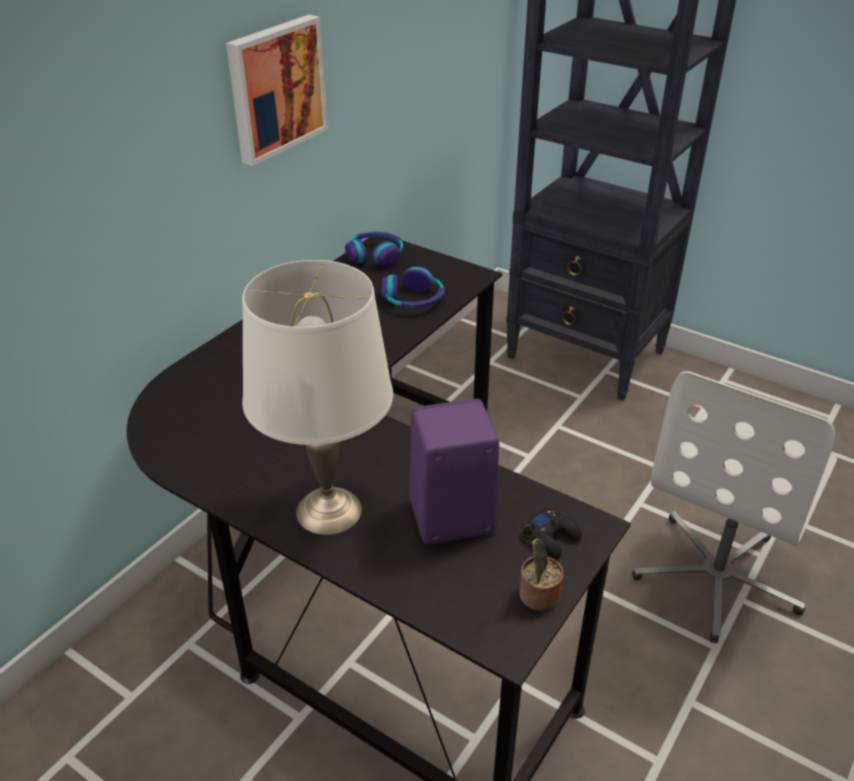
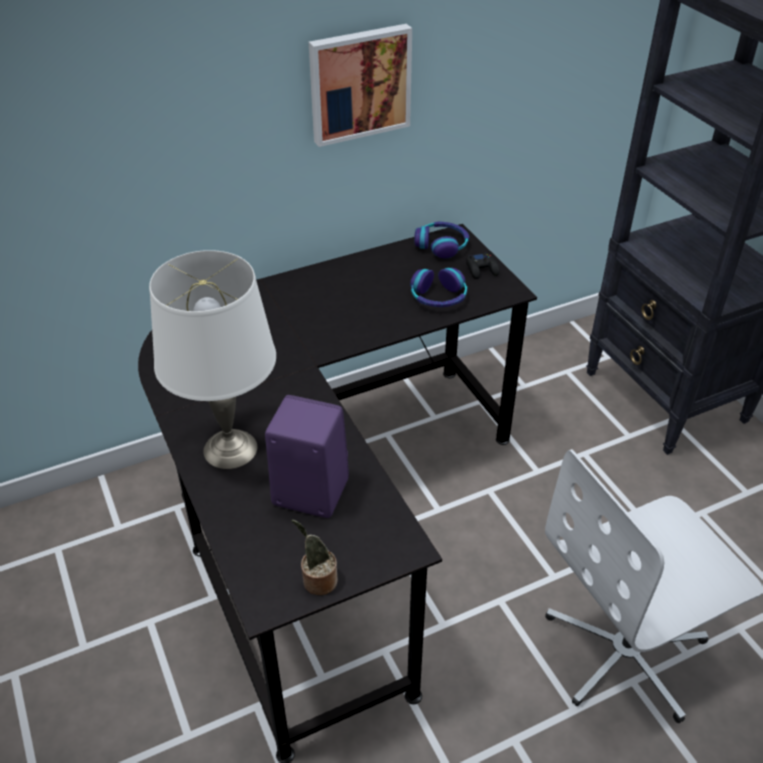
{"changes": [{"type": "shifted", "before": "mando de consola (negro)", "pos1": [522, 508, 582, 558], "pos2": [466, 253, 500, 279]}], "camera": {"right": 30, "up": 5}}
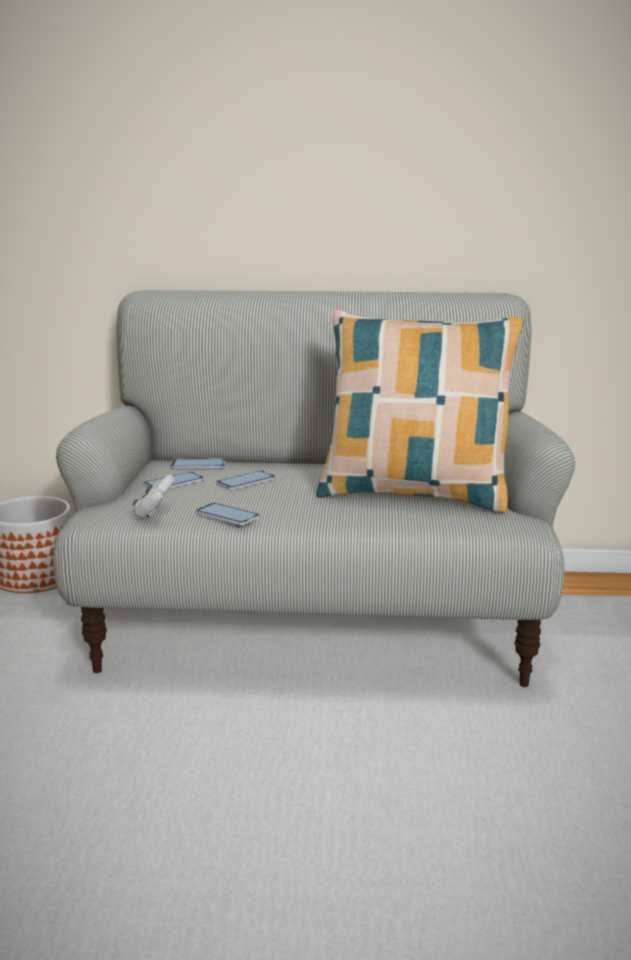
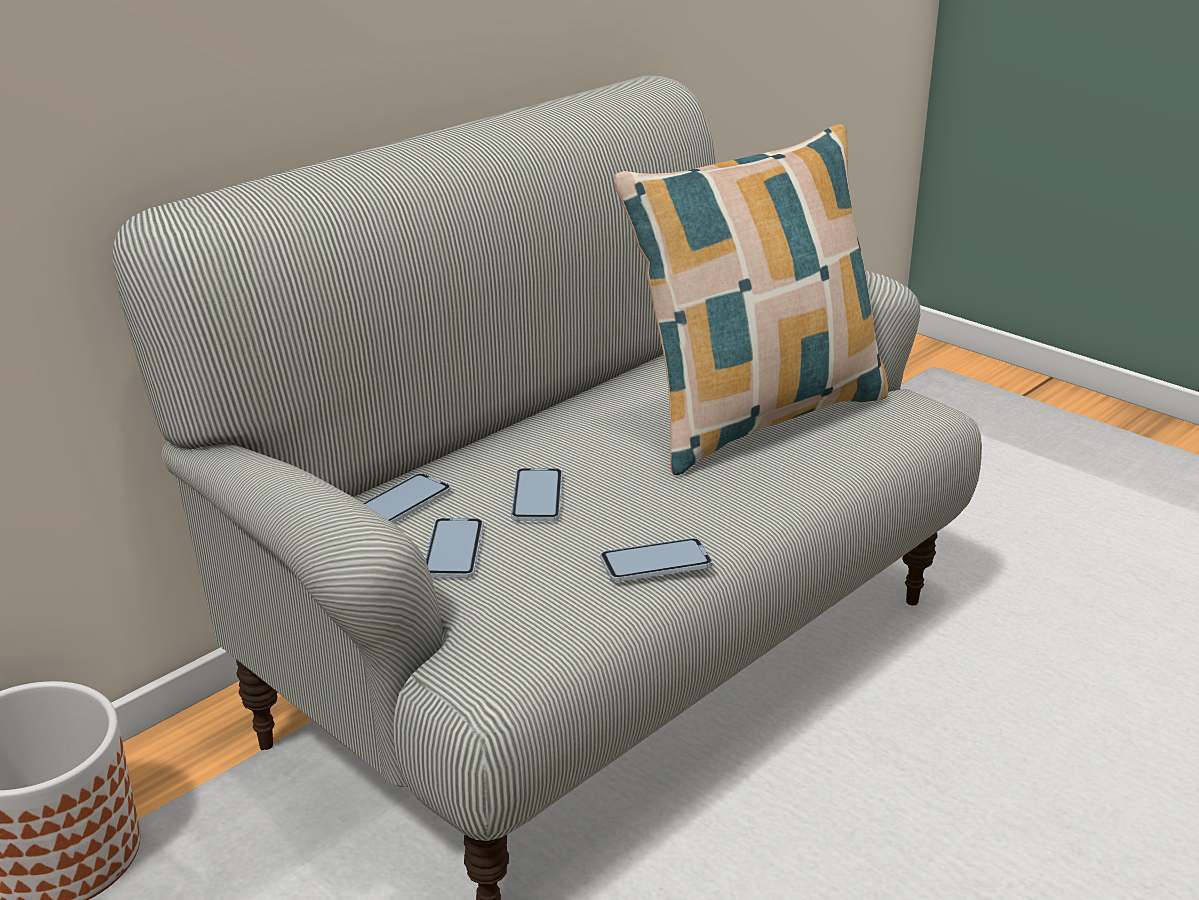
{"changes": [{"type": "gone", "before": "mando de consola (blanco)", "pos1": [133, 475, 175, 518]}], "camera": {"right": -50, "up": 10}}
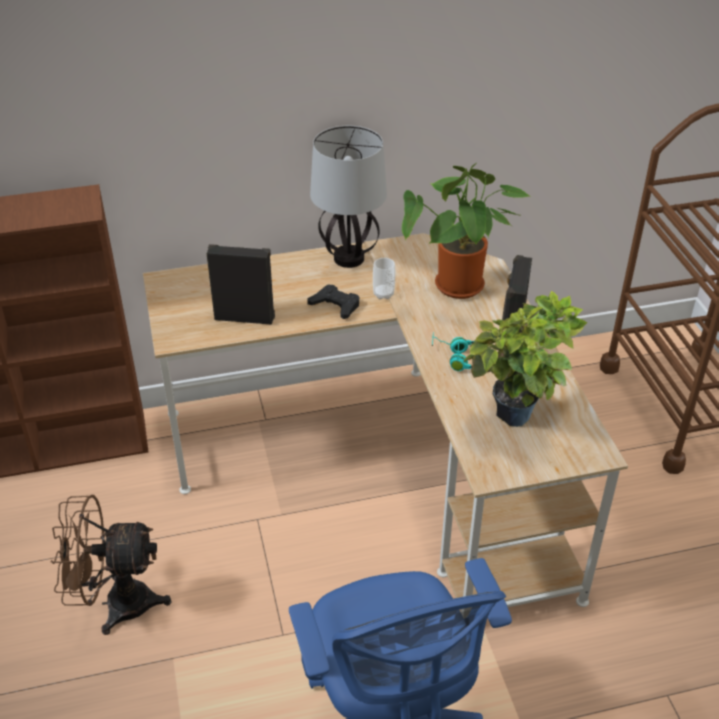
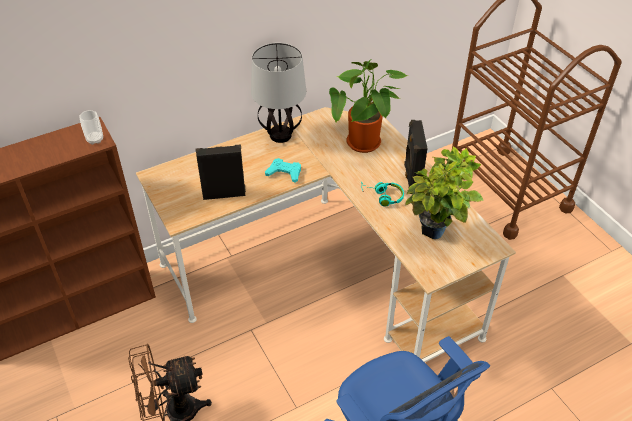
{"changes": [{"type": "shifted", "before": "taza", "pos1": [373, 258, 396, 299], "pos2": [79, 110, 103, 145]}, {"type": "repainted", "before": "mando de consola (negro)", "after": "mando de consola (turquesa)", "pos1": [307, 285, 359, 319], "pos2": [265, 158, 301, 183]}], "camera": {"right": -15, "up": 5}}
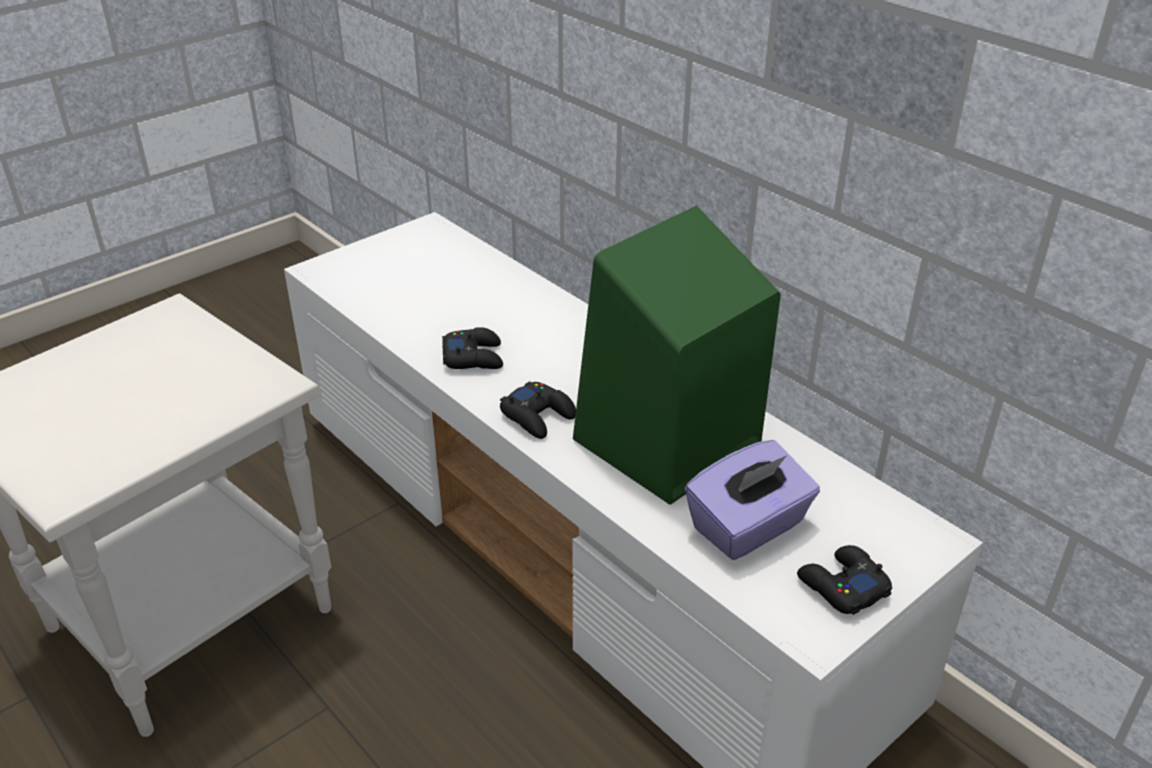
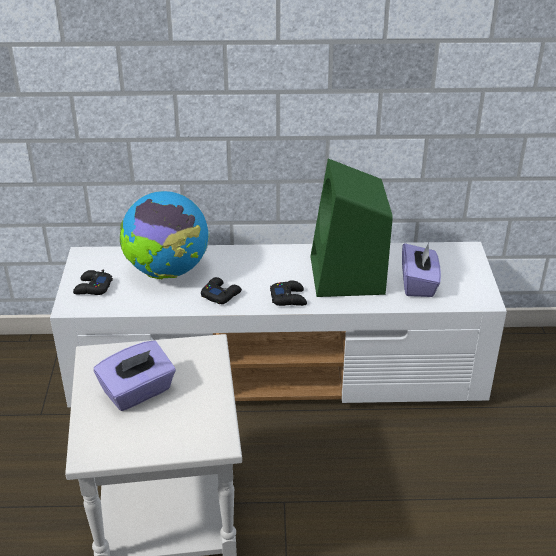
{"changes": [{"type": "shifted", "before": "mando de consola (negro)", "pos1": [797, 545, 892, 615], "pos2": [73, 270, 113, 295]}, {"type": "new", "after": "globo terráqueo", "pos2": [120, 191, 210, 280]}, {"type": "new", "after": "caja de pañuelos (morado)", "pos2": [94, 341, 176, 411]}], "camera": {"right": -50, "up": 0}}
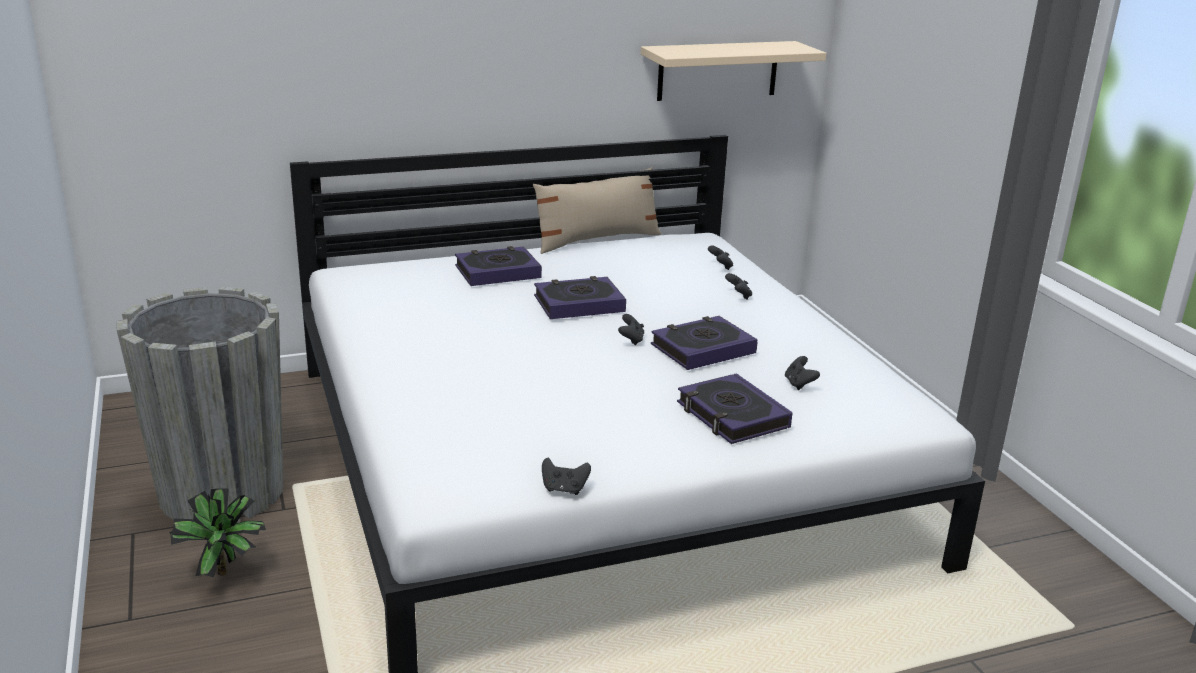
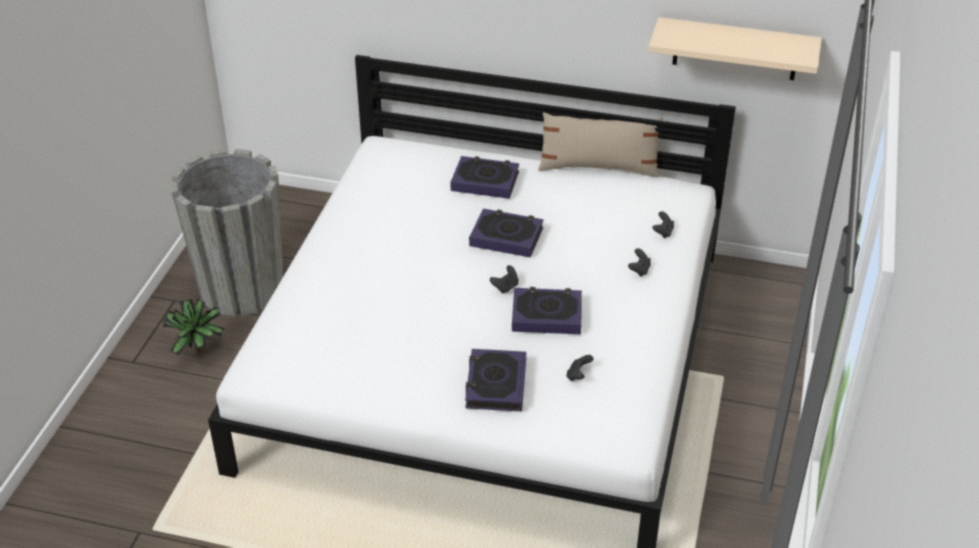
{"changes": [{"type": "gone", "before": "mando de consola (negro)", "pos1": [542, 458, 591, 495]}], "camera": {"right": 35, "up": 15}}
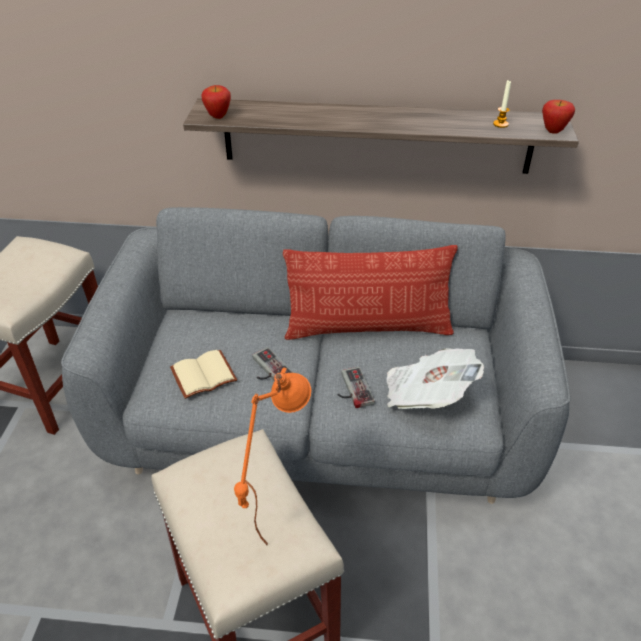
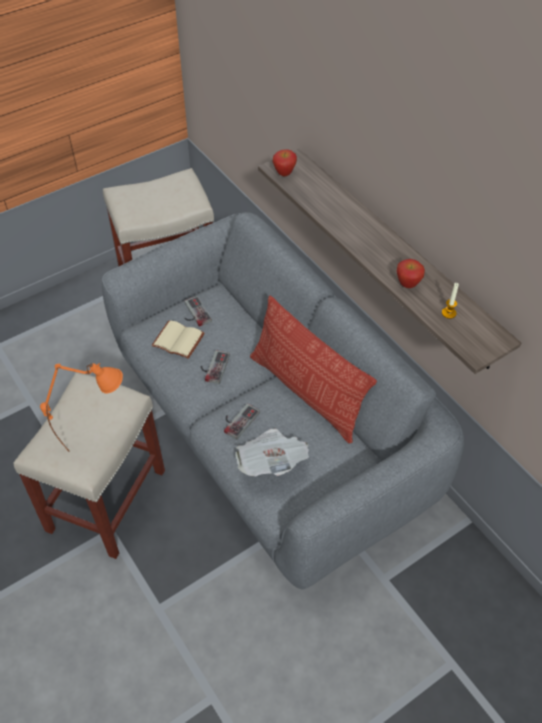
{"changes": [{"type": "shifted", "before": "manzana", "pos1": [542, 100, 575, 134], "pos2": [396, 259, 425, 288]}, {"type": "new", "after": "mando de consola", "pos2": [185, 296, 212, 327]}], "camera": {"right": 50, "up": 10}}
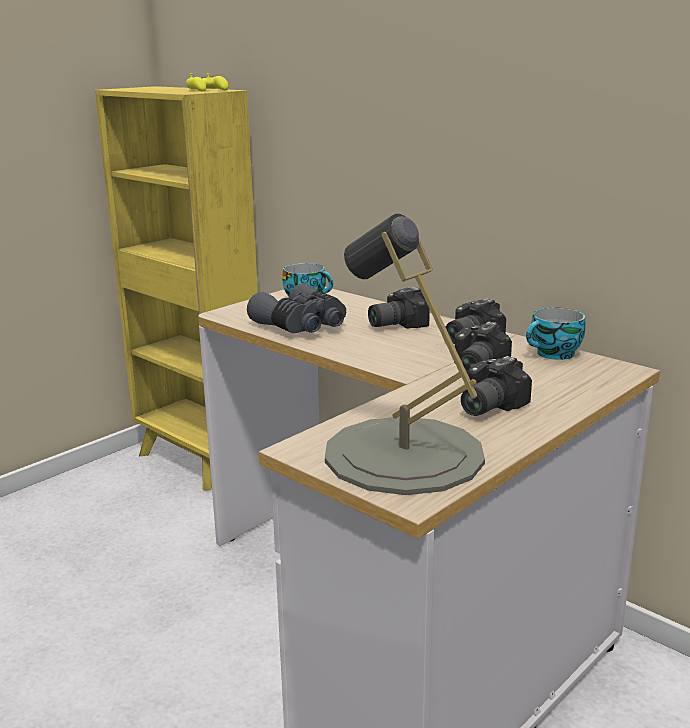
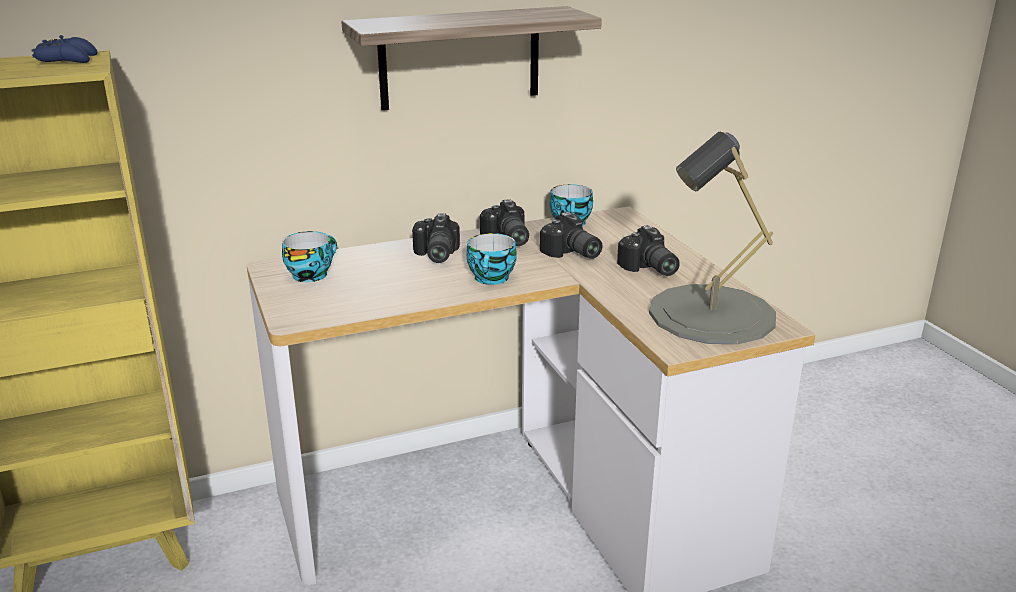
{"changes": [{"type": "repainted", "before": "mando de consola (amarillo)", "after": "mando de consola (azul)", "pos1": [186, 73, 229, 92], "pos2": [31, 35, 98, 63]}, {"type": "gone", "before": "prismáticos (gris)", "pos1": [247, 283, 346, 333]}, {"type": "new", "after": "estante", "pos2": [341, 6, 602, 110]}, {"type": "new", "after": "taza", "pos2": [467, 233, 517, 285]}], "camera": {"right": -65, "up": 5}}
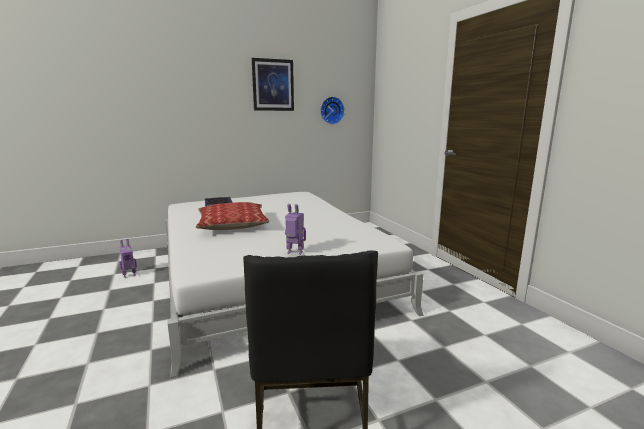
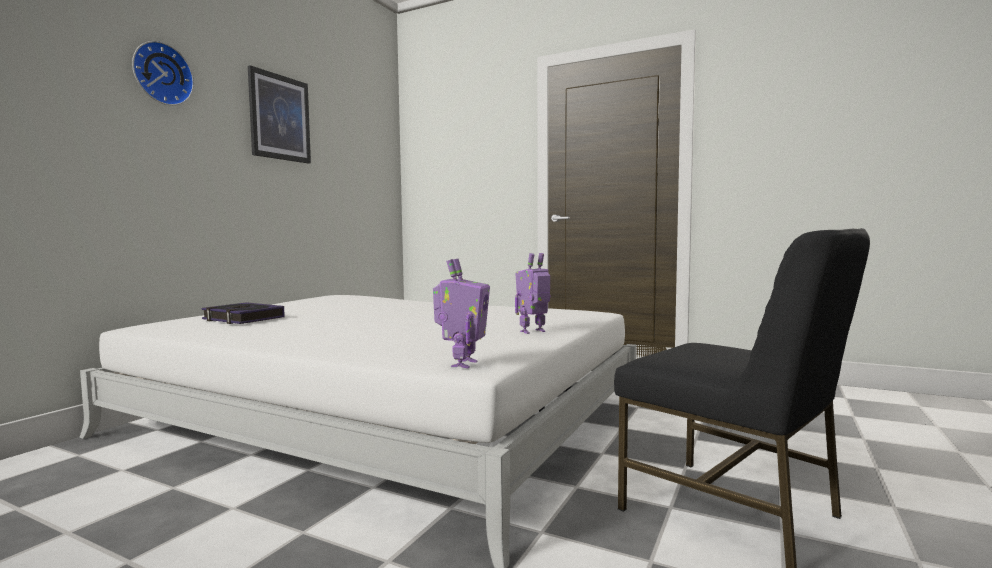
{"changes": [{"type": "shifted", "before": "reloj de pared", "pos1": [320, 97, 345, 125], "pos2": [132, 41, 194, 106]}, {"type": "gone", "before": "cojín", "pos1": [196, 202, 269, 230]}, {"type": "shifted", "before": "robot de juguete", "pos1": [120, 239, 137, 278], "pos2": [433, 259, 490, 368]}], "camera": {"right": -40, "up": -10}}
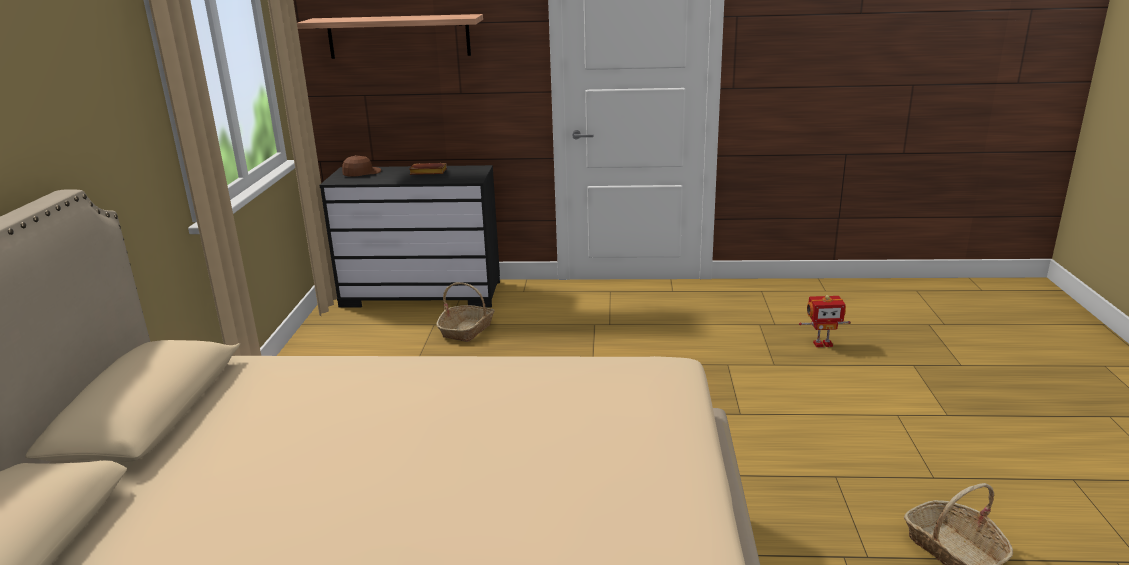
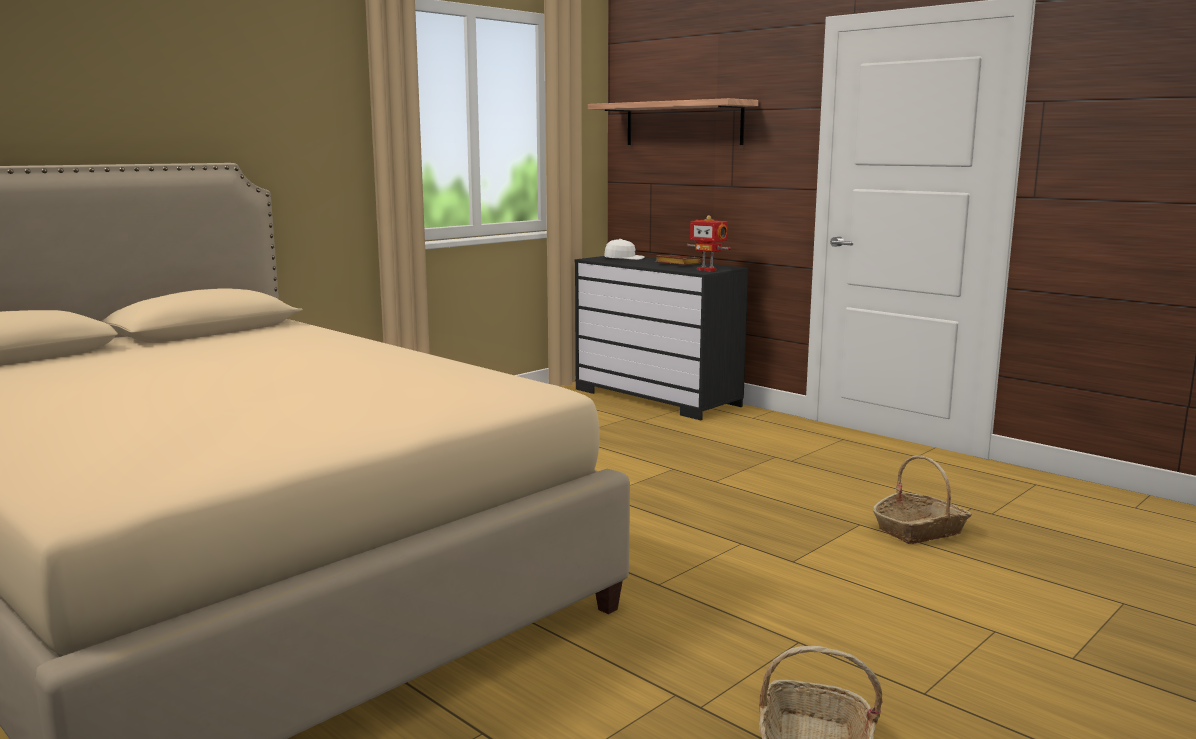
{"changes": [{"type": "repainted", "before": "gorra (marrón)", "after": "gorra (blanco)", "pos1": [342, 155, 381, 177], "pos2": [604, 239, 645, 260]}, {"type": "shifted", "before": "cesta", "pos1": [436, 282, 495, 342], "pos2": [873, 455, 972, 544]}, {"type": "shifted", "before": "robot de juguete", "pos1": [799, 295, 850, 347], "pos2": [687, 215, 731, 271]}], "camera": {"right": 40, "up": -10}}
